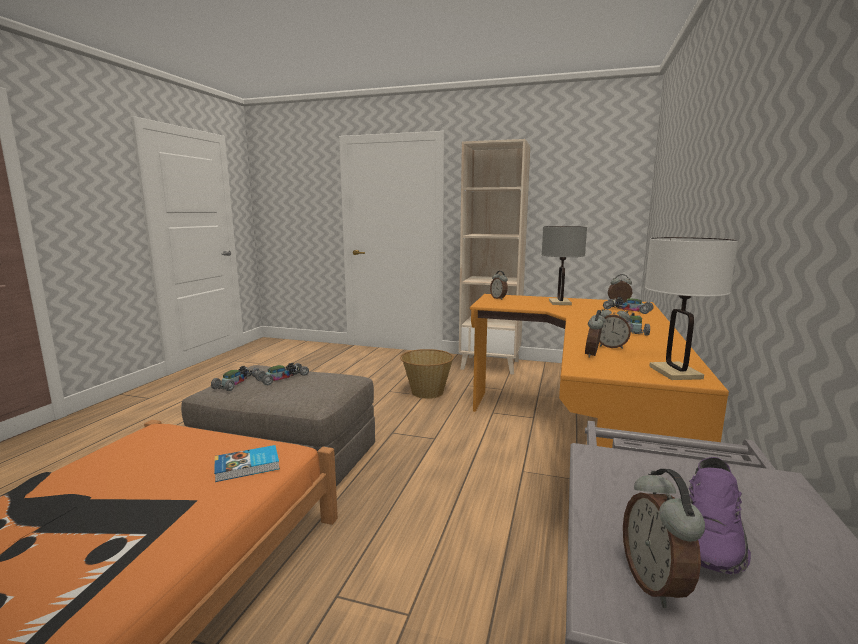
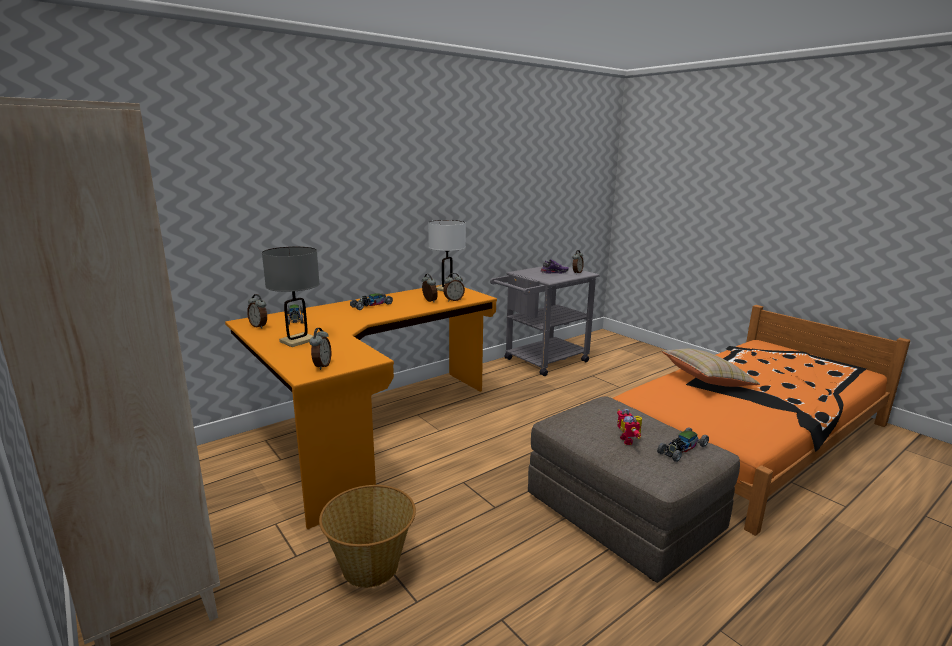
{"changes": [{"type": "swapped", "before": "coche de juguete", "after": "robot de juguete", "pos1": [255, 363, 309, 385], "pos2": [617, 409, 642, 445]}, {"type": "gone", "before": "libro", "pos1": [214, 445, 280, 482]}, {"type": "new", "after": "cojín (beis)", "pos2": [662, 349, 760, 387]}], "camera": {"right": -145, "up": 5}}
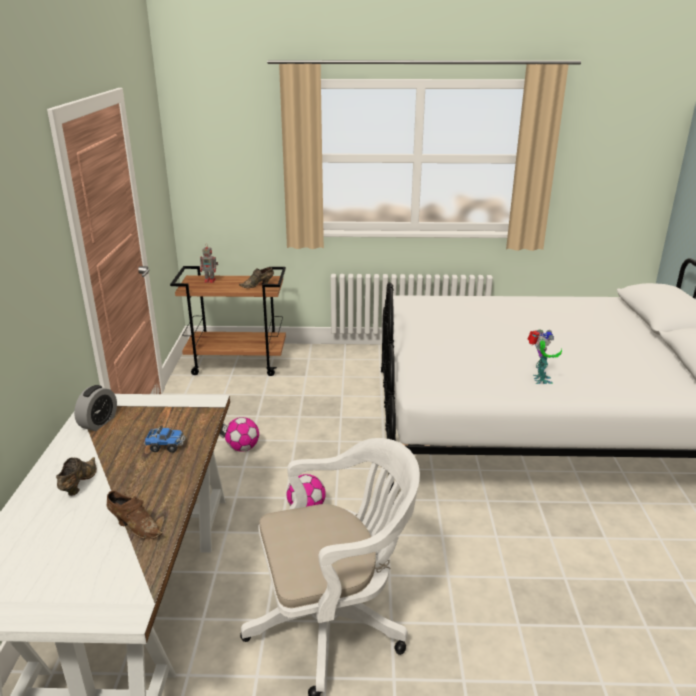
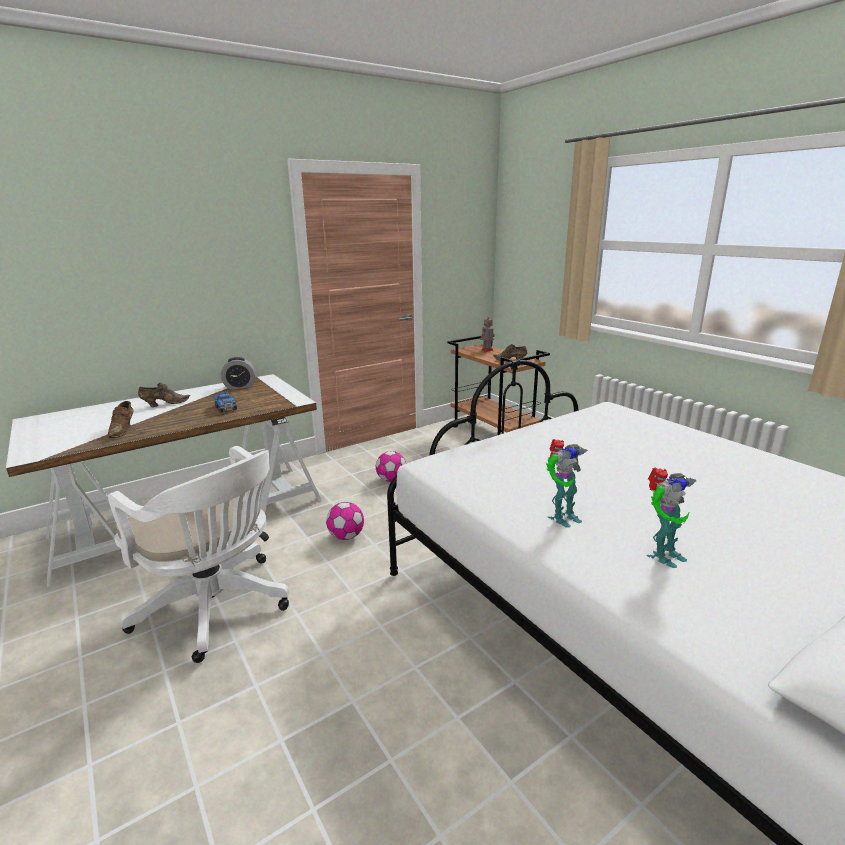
{"changes": [{"type": "new", "after": "robot de juguete", "pos2": [646, 467, 696, 568]}], "camera": {"right": 55, "up": -5}}
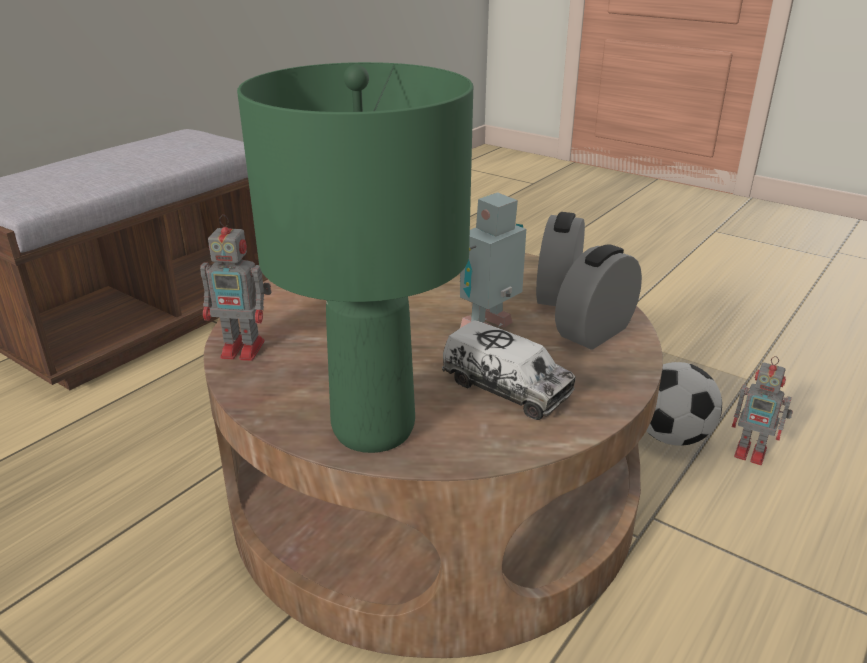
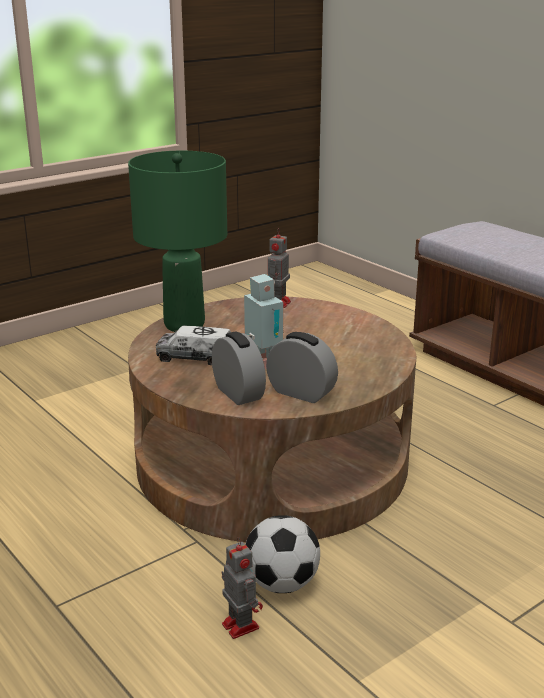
{"changes": [{"type": "rotated", "before": "camión de juguete", "pos1": [442, 320, 576, 420], "pos2": [156, 326, 231, 365], "turn": 45}, {"type": "rotated", "before": "robot de juguete", "pos1": [732, 356, 793, 465], "pos2": [221, 537, 263, 639], "turn": 105}], "camera": {"right": 105, "up": -5}}
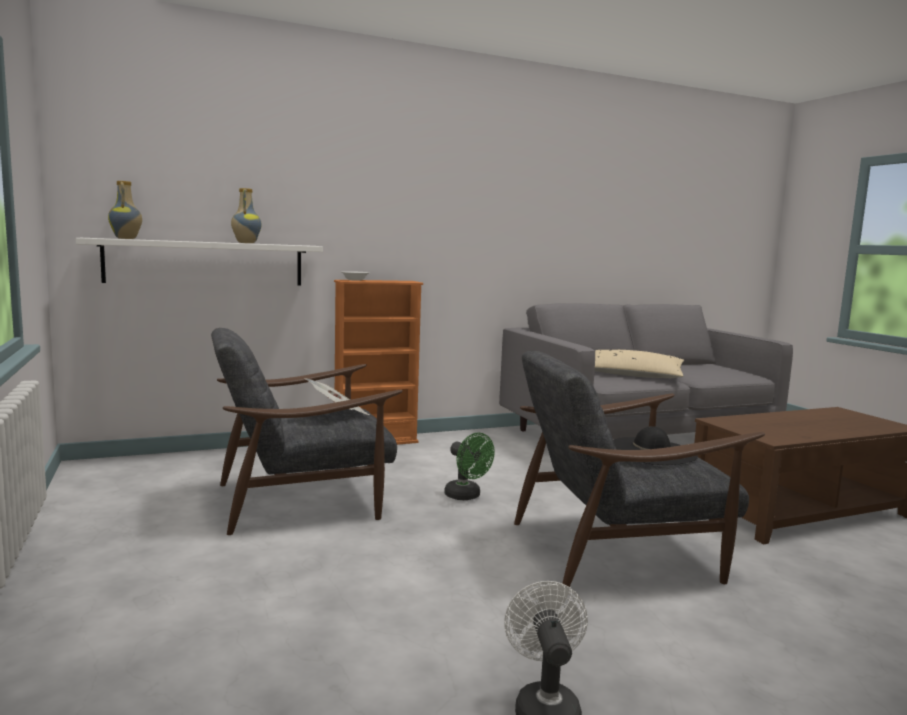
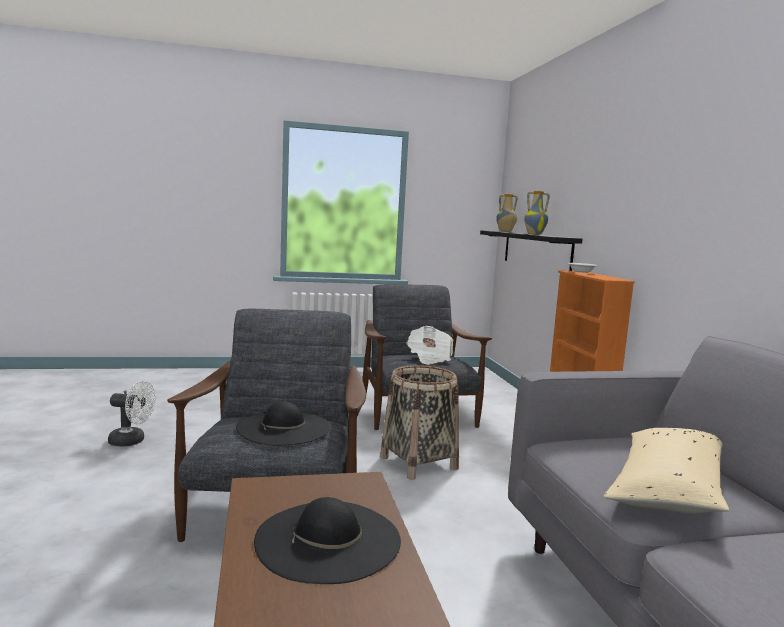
{"changes": [{"type": "repainted", "before": "estante (blanco)", "after": "estante (negro)", "pos1": [75, 238, 323, 285], "pos2": [480, 230, 582, 271]}, {"type": "swapped", "before": "ventilador (verde)", "after": "cesta", "pos1": [444, 433, 495, 500], "pos2": [380, 365, 459, 480]}, {"type": "new", "after": "sombrero (negro)", "pos2": [254, 497, 401, 584]}], "camera": {"right": 100, "up": 0}}
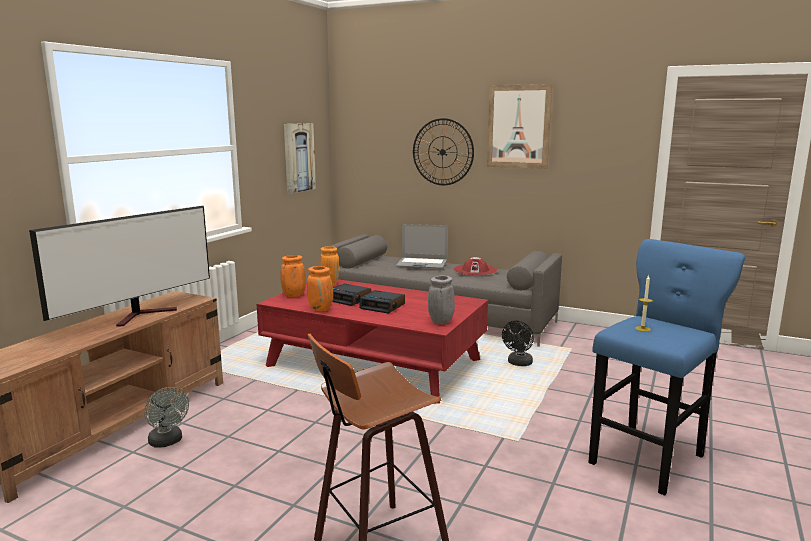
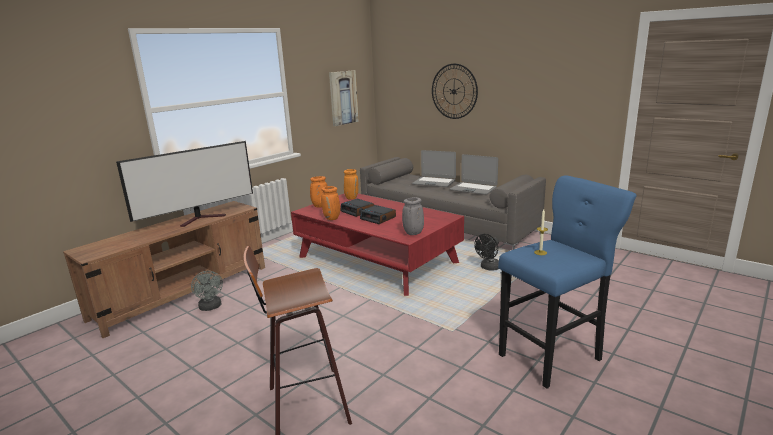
{"changes": [{"type": "gone", "before": "cuadro", "pos1": [487, 84, 552, 169]}, {"type": "swapped", "before": "sombrero (rojo)", "after": "portátil", "pos1": [454, 257, 498, 276], "pos2": [450, 154, 498, 195]}], "camera": {"right": 15, "up": 5}}
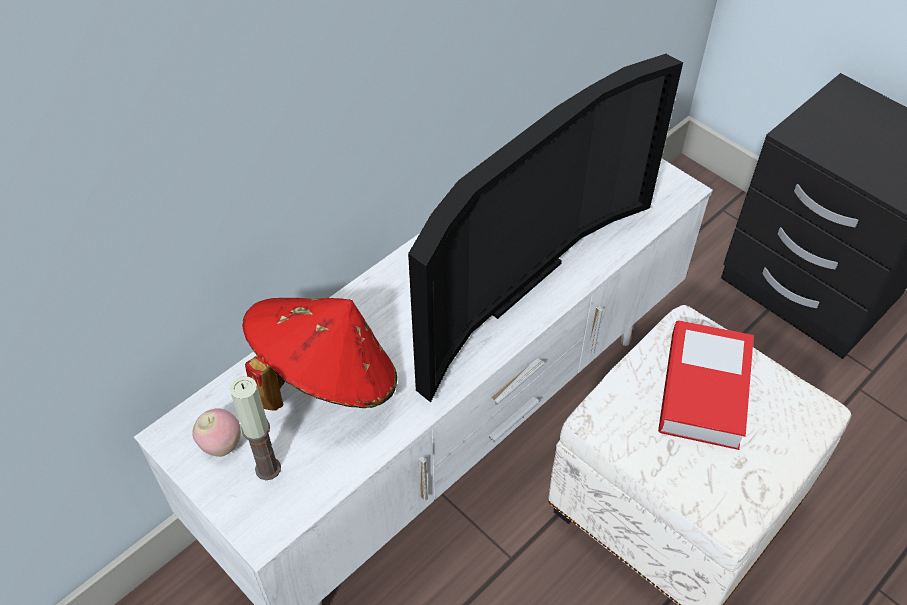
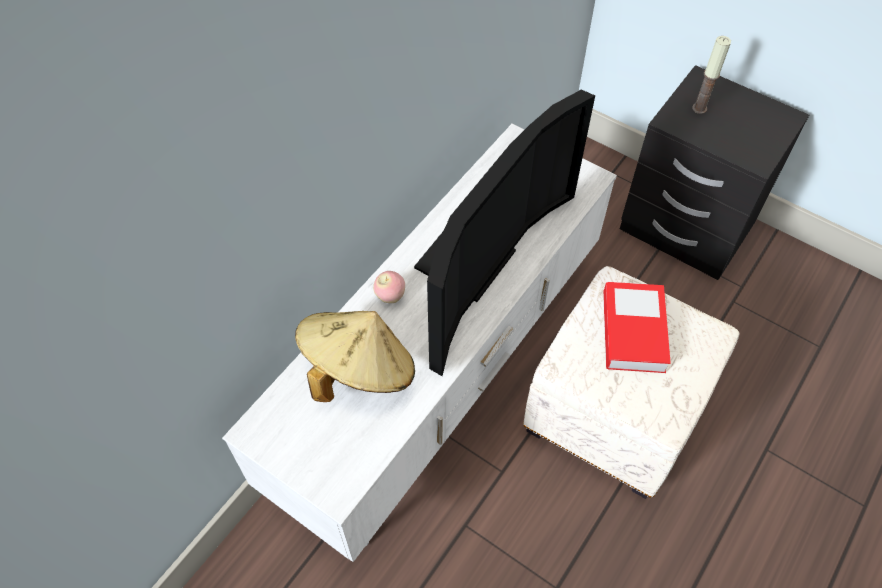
{"changes": [{"type": "repainted", "before": "sombrero (rojo)", "after": "sombrero (beis)", "pos1": [242, 298, 397, 410], "pos2": [295, 311, 415, 402]}, {"type": "shifted", "before": "vela", "pos1": [230, 377, 281, 480], "pos2": [692, 36, 731, 114]}, {"type": "shifted", "before": "manzana", "pos1": [192, 408, 241, 457], "pos2": [373, 271, 405, 303]}], "camera": {"right": -10, "up": 5}}
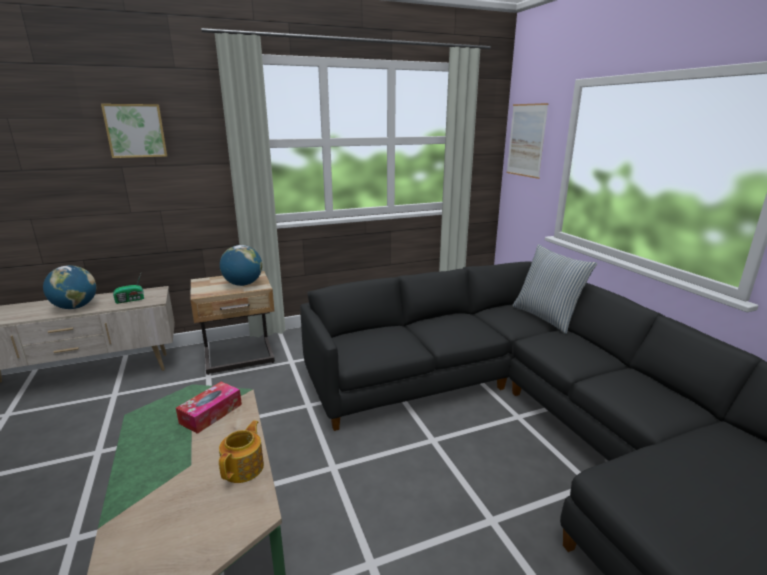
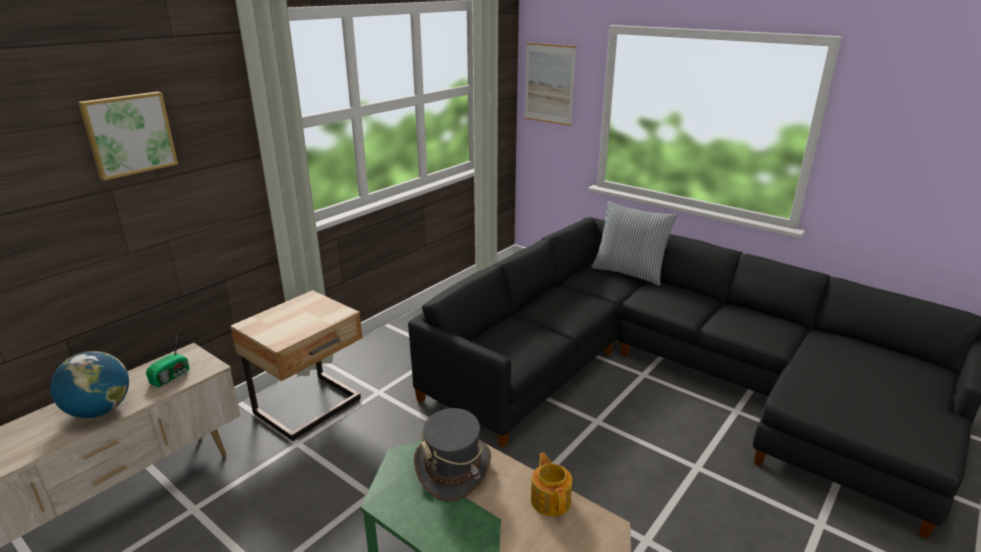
{"changes": [{"type": "gone", "before": "globo terráqueo", "pos1": [220, 245, 262, 286]}, {"type": "swapped", "before": "caja de pañuelos", "after": "sombrero (gris)", "pos1": [176, 382, 242, 434], "pos2": [414, 408, 491, 501]}], "camera": {"right": -30, "up": 5}}
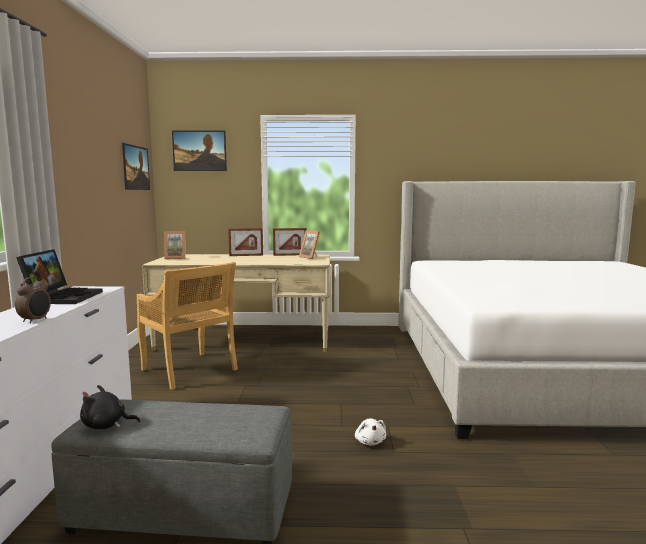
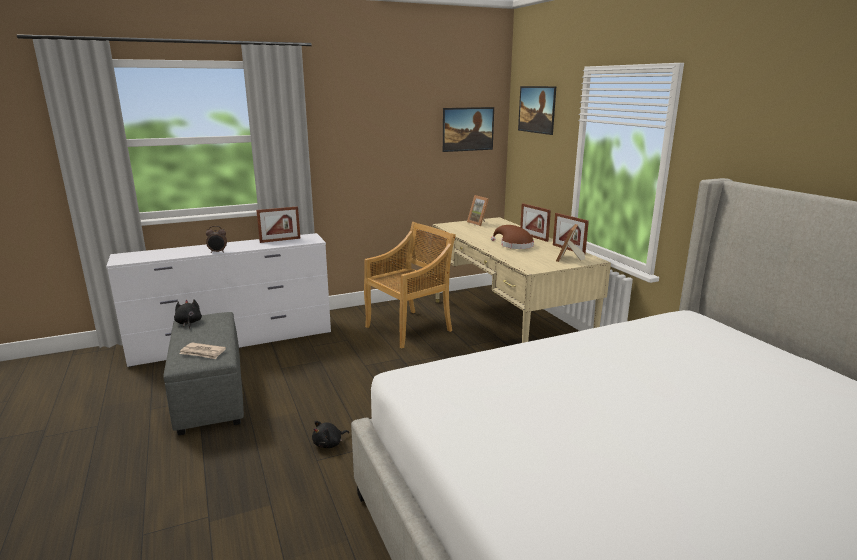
{"changes": [{"type": "swapped", "before": "portátil", "after": "portarretratos", "pos1": [16, 249, 103, 304], "pos2": [256, 206, 301, 243]}, {"type": "rotated", "before": "silla (beis)", "pos1": [137, 262, 238, 389], "pos2": [364, 222, 456, 349], "turn": -150}, {"type": "repainted", "before": "peluche (blanco)", "after": "peluche (negro)", "pos1": [355, 418, 386, 446], "pos2": [312, 421, 349, 448]}, {"type": "new", "after": "sombrero (marrón)", "pos2": [491, 225, 534, 249]}, {"type": "new", "after": "periódico", "pos2": [180, 342, 226, 359]}], "camera": {"right": 65, "up": 10}}
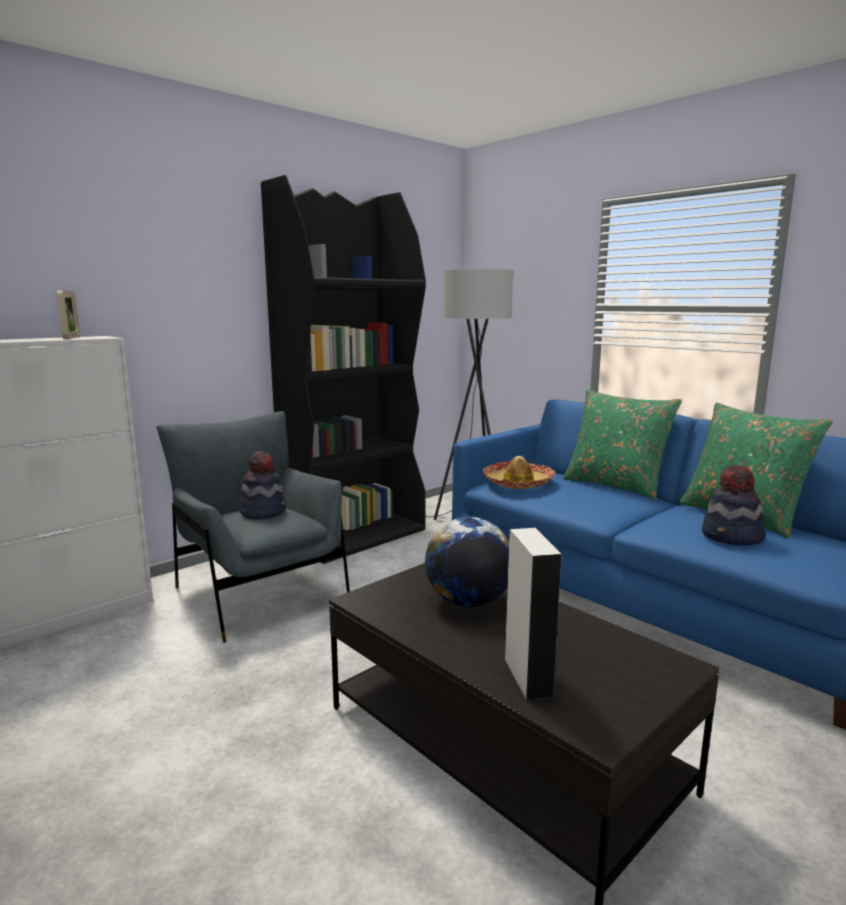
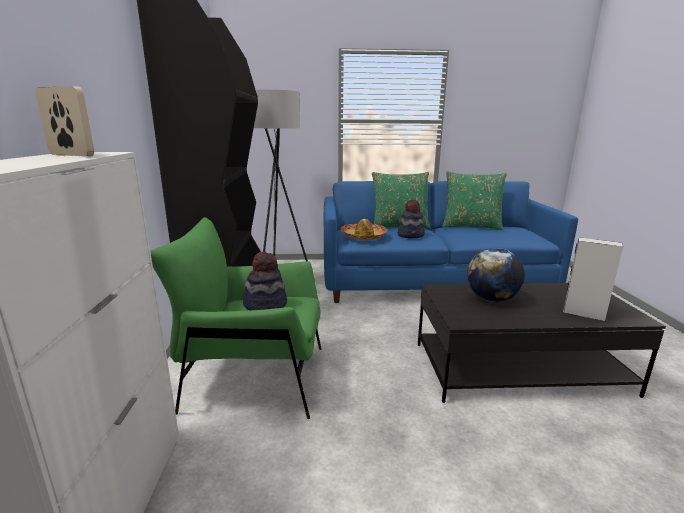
{"changes": [{"type": "repainted", "before": "sillón (gris)", "after": "sillón (verde)", "pos1": [157, 411, 350, 643], "pos2": [150, 217, 321, 419]}, {"type": "shifted", "before": "sombrero", "pos1": [702, 466, 766, 545], "pos2": [398, 199, 425, 239]}], "camera": {"right": -50, "up": 5}}
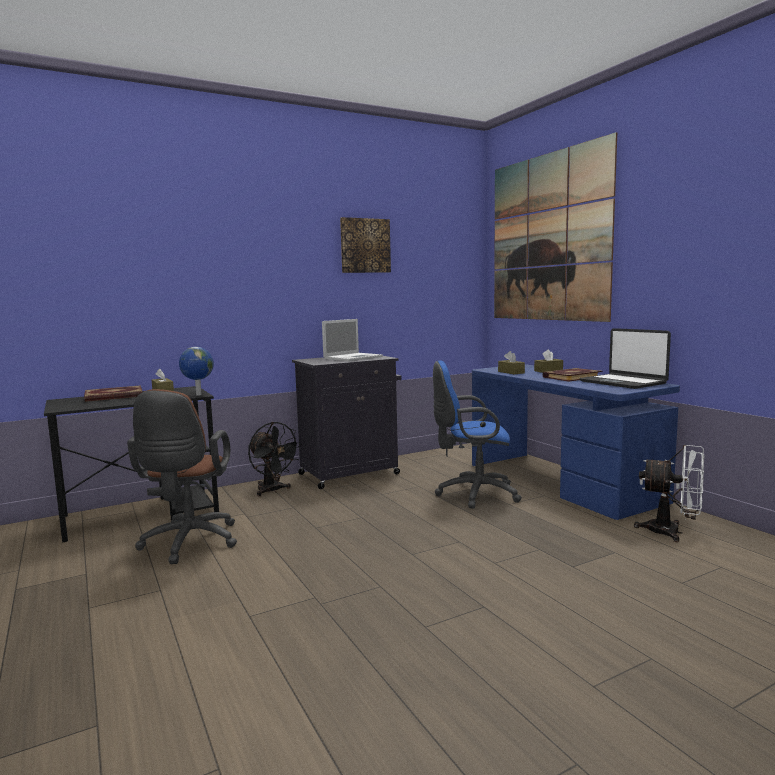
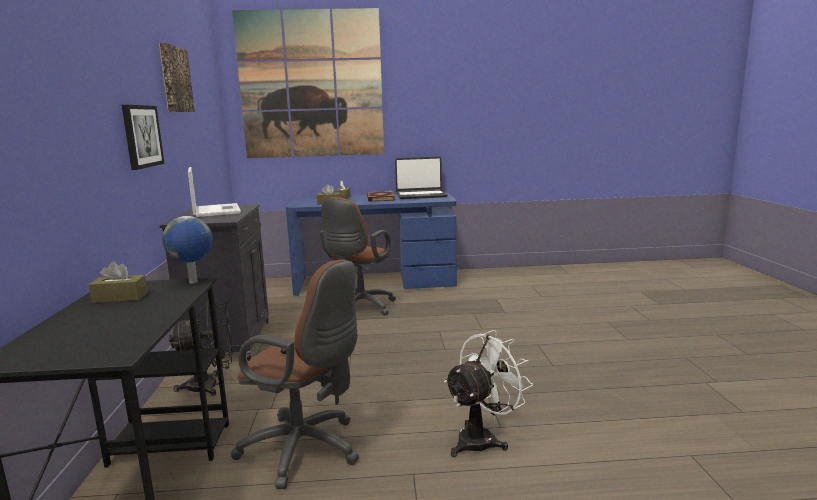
{"changes": [{"type": "repainted", "before": "silla de oficina (azul)", "after": "silla de oficina (marrón)", "pos1": [433, 361, 522, 509], "pos2": [320, 197, 396, 316]}, {"type": "gone", "before": "libro", "pos1": [84, 386, 143, 402]}, {"type": "shifted", "before": "ventilador (blanco)", "pos1": [634, 445, 704, 542], "pos2": [444, 330, 533, 457]}, {"type": "new", "after": "cuadro", "pos2": [122, 105, 165, 170]}], "camera": {"right": -65, "up": 5}}
